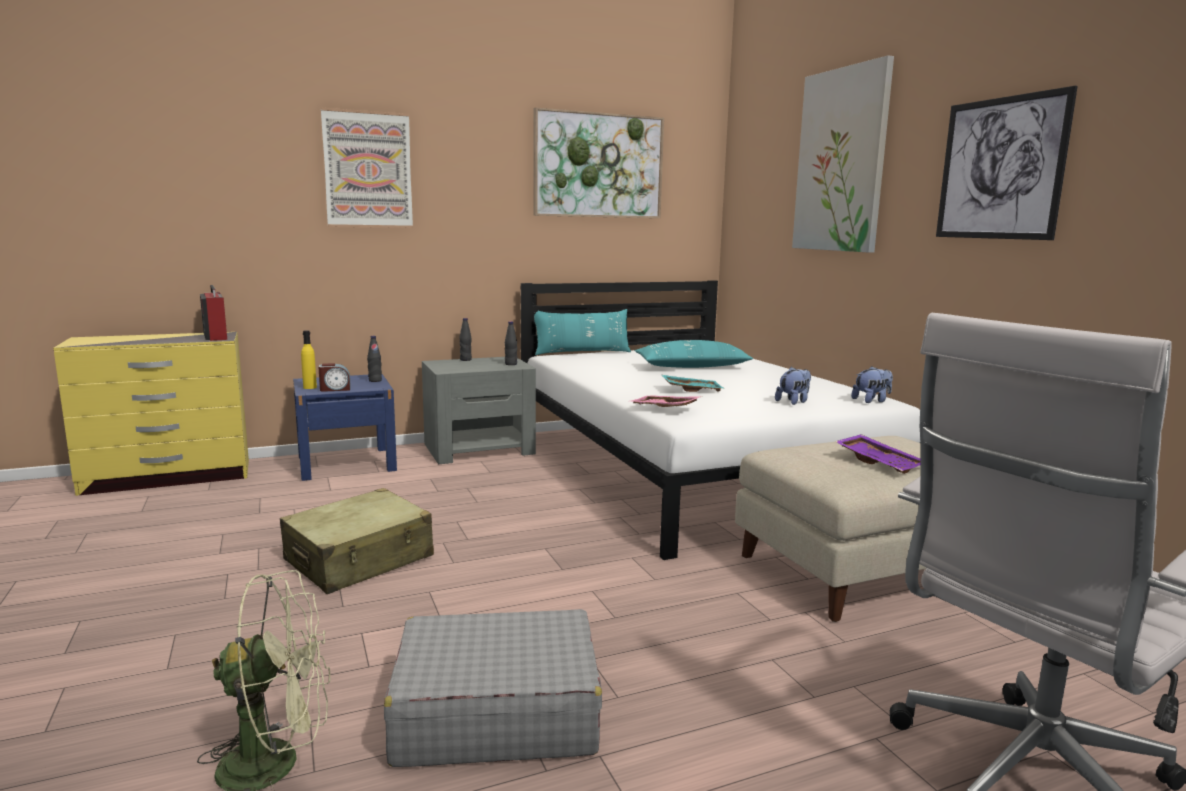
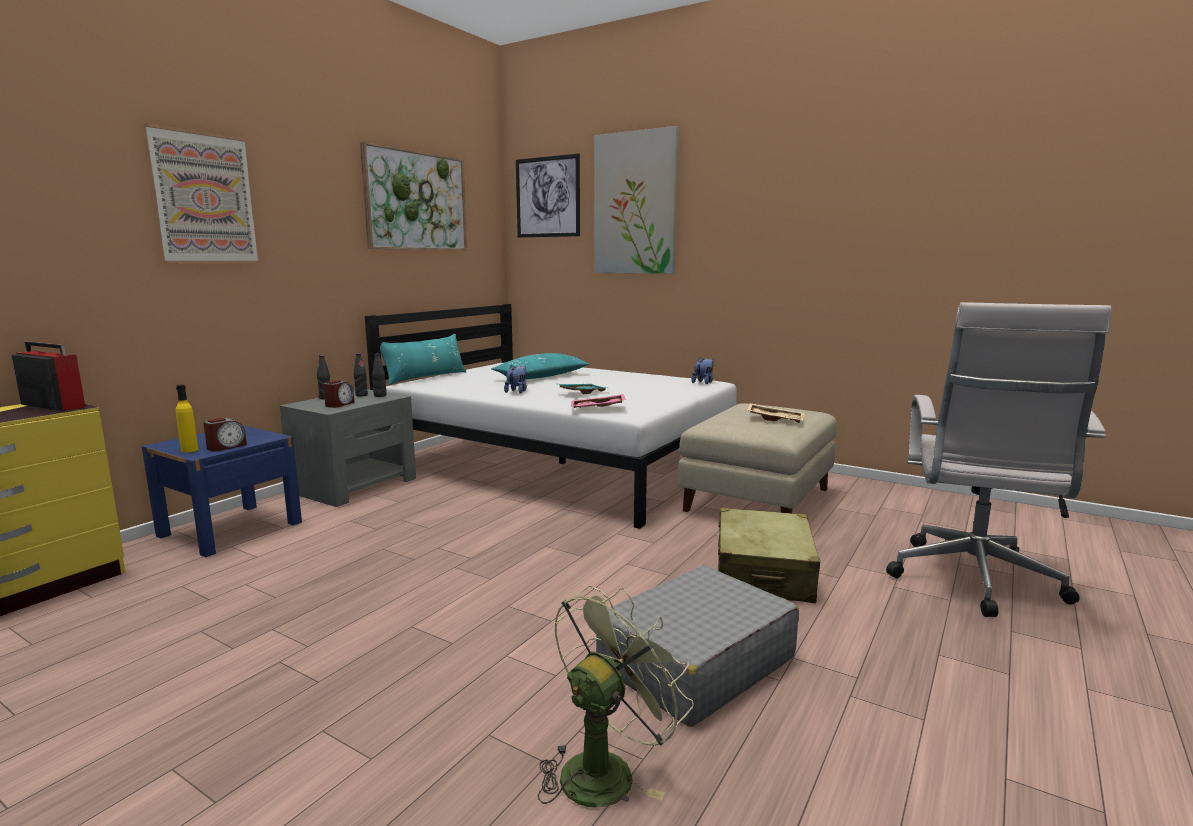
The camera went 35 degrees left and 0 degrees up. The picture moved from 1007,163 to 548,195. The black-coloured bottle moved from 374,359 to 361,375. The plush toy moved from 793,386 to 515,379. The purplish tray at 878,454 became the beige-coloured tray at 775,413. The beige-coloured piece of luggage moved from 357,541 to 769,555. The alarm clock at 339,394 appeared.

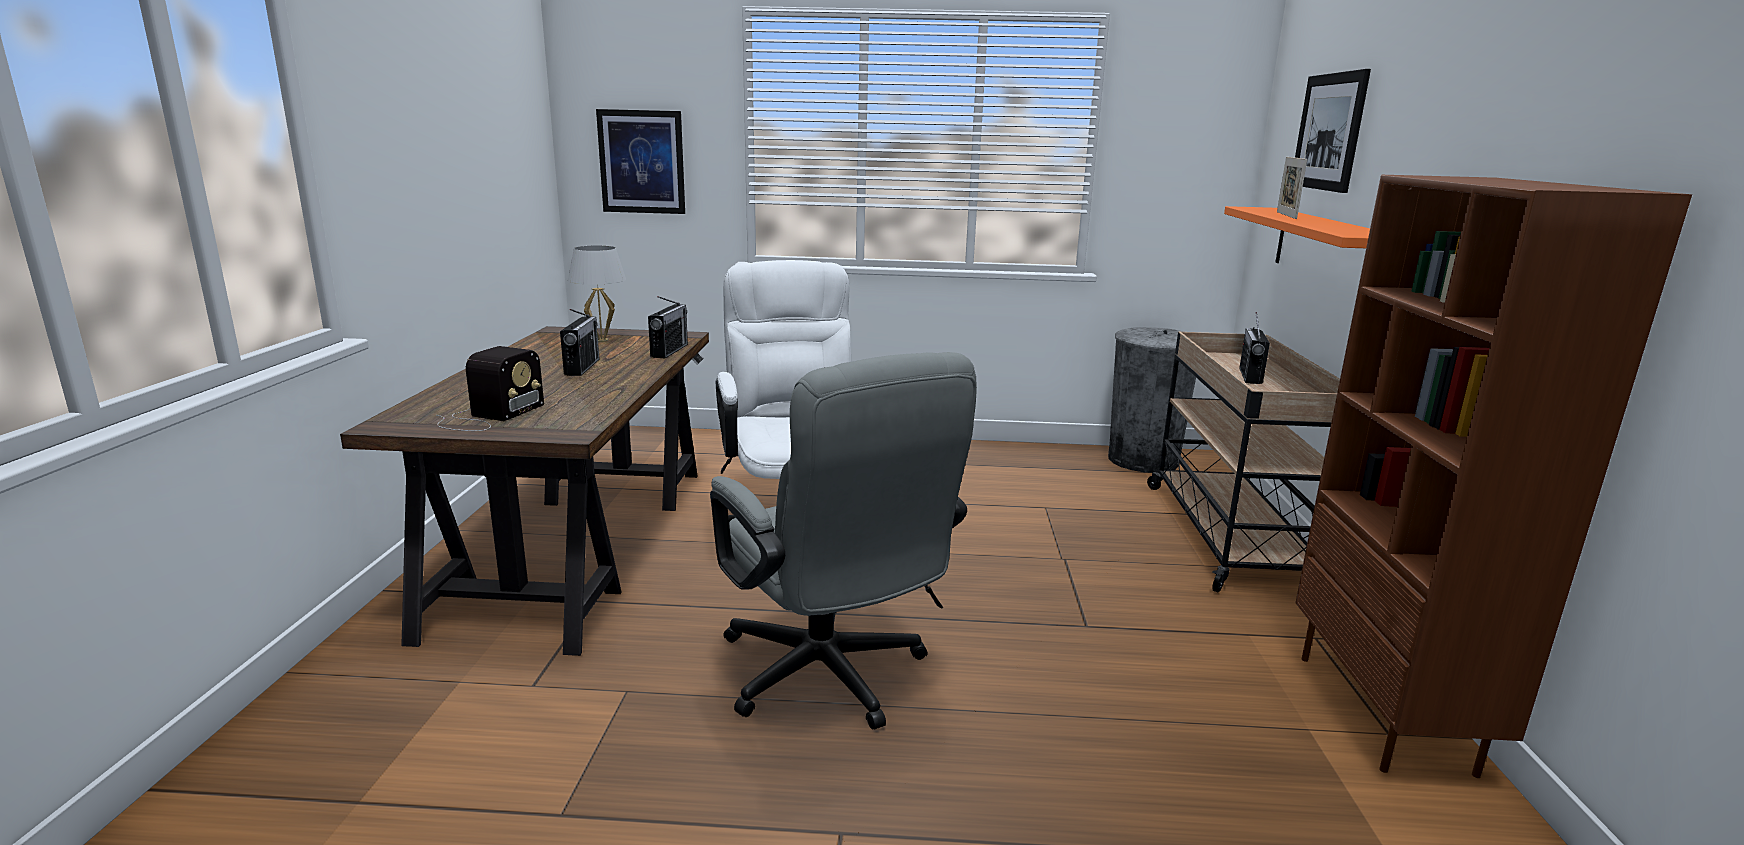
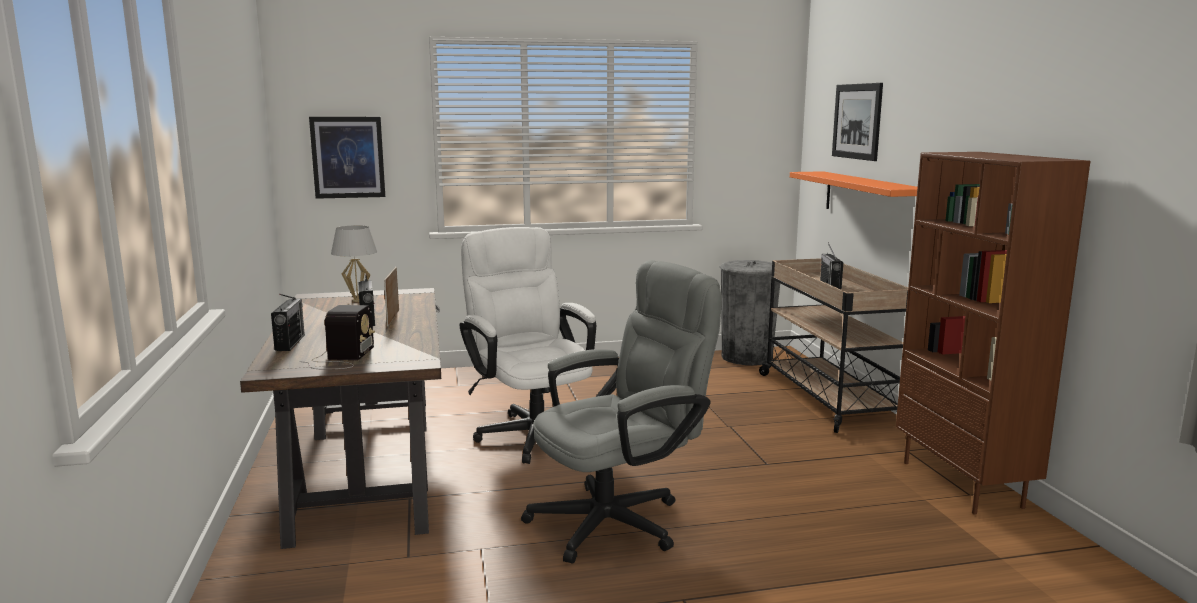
The camera went 15 degrees left and 5 degrees down. The standing frame moved from 1292,188 to 391,297. The radio set moved from 668,327 to 288,322. The grey office chair at 843,541 turned 75 degrees counterclockwise.

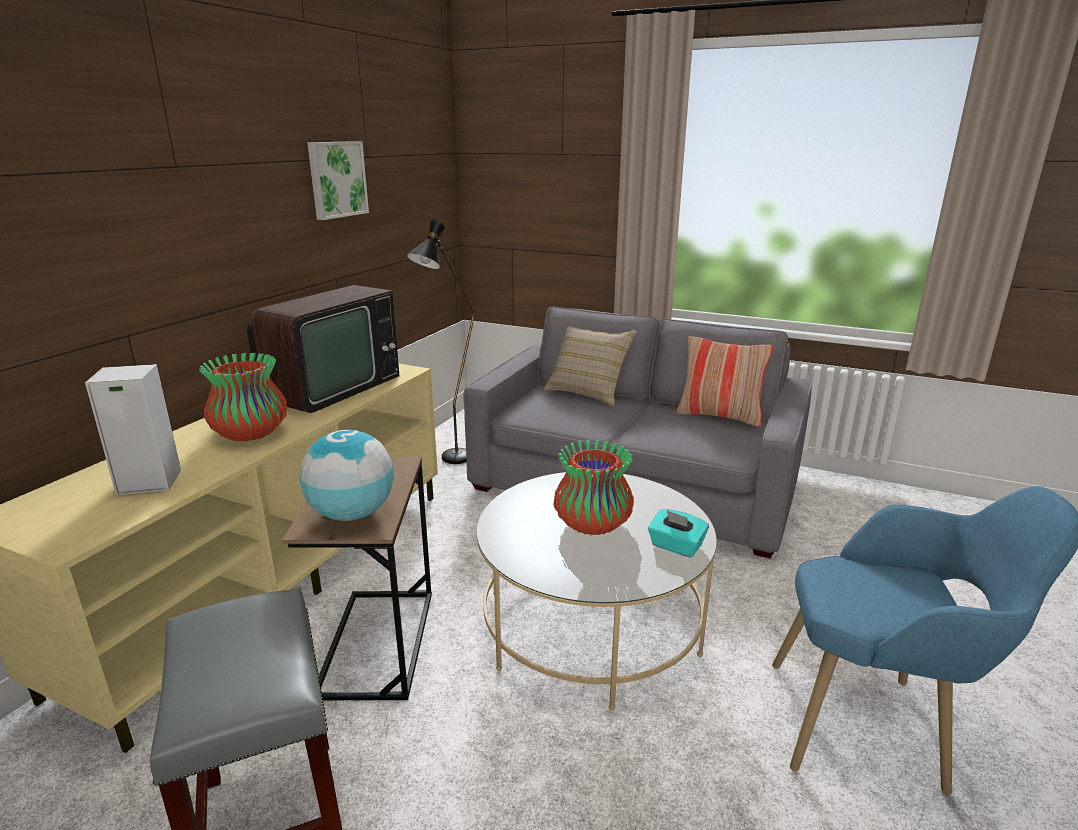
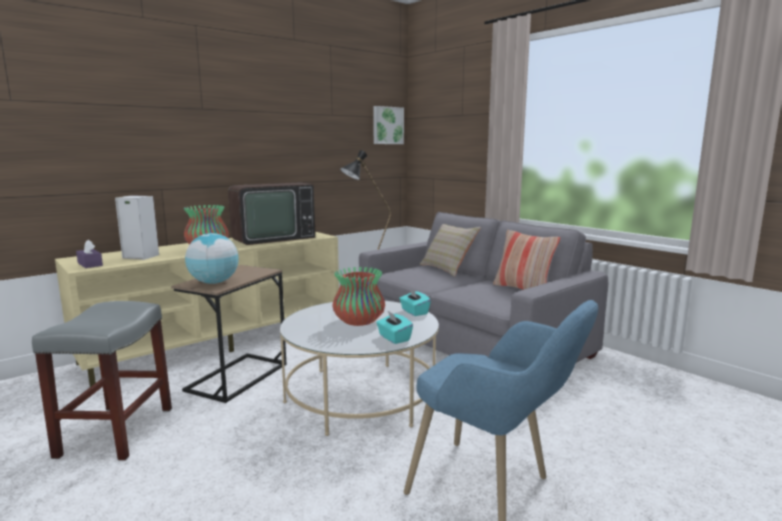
The camera went 25 degrees right and 10 degrees down. The picture moved from 338,180 to 388,125. The purplish box of tissues at 89,254 appeared. The turquoise-coloured box of tissues at 415,302 appeared.

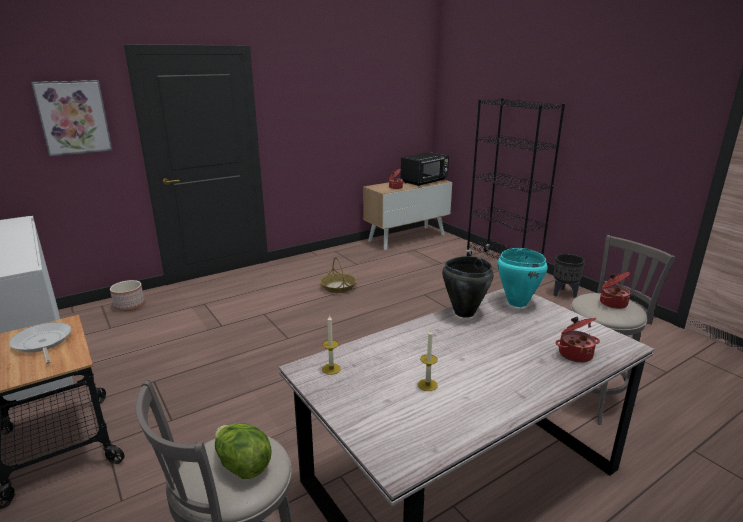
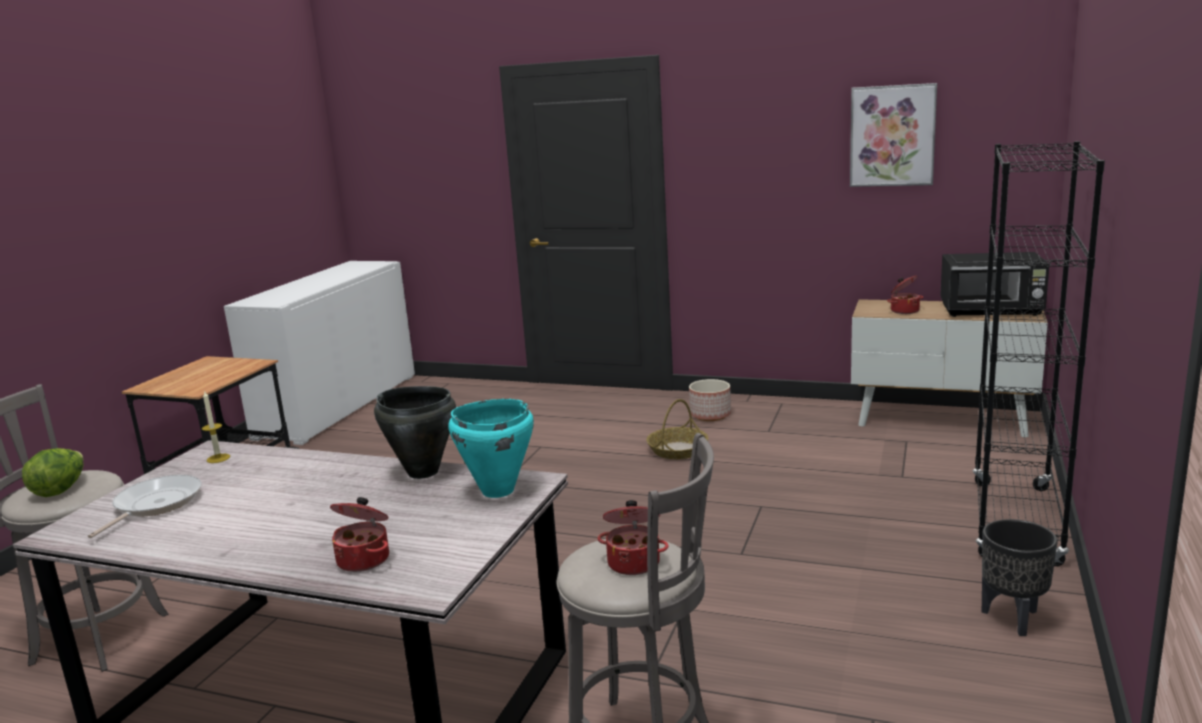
The camera went 55 degrees right and 5 degrees down. The picture moved from 72,118 to 893,135. The plant pot moved from 127,295 to 710,400. The skillet moved from 40,343 to 144,506. The candle at 428,360 disappeared.

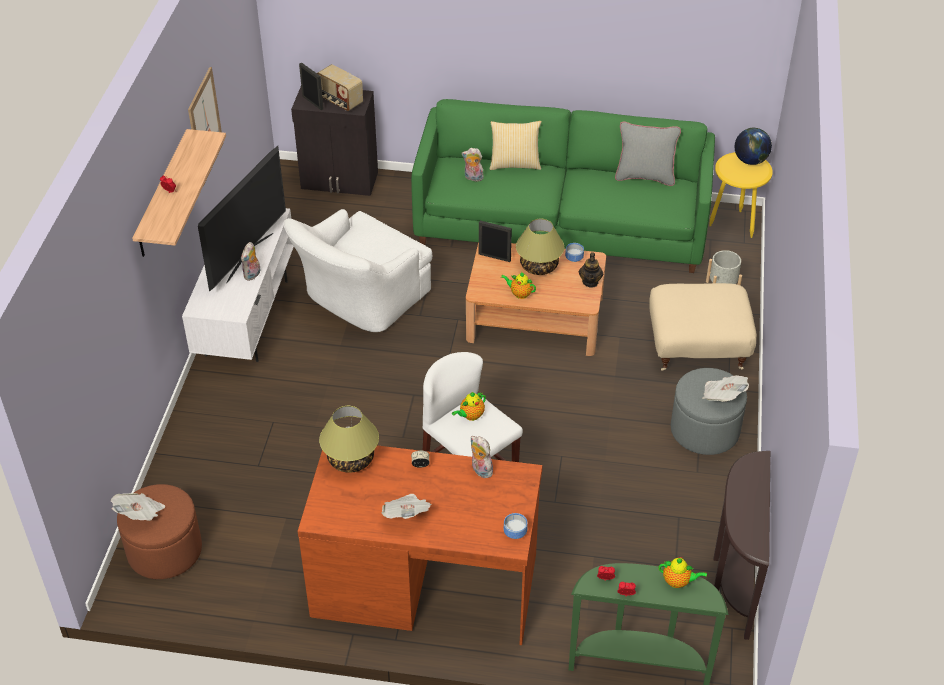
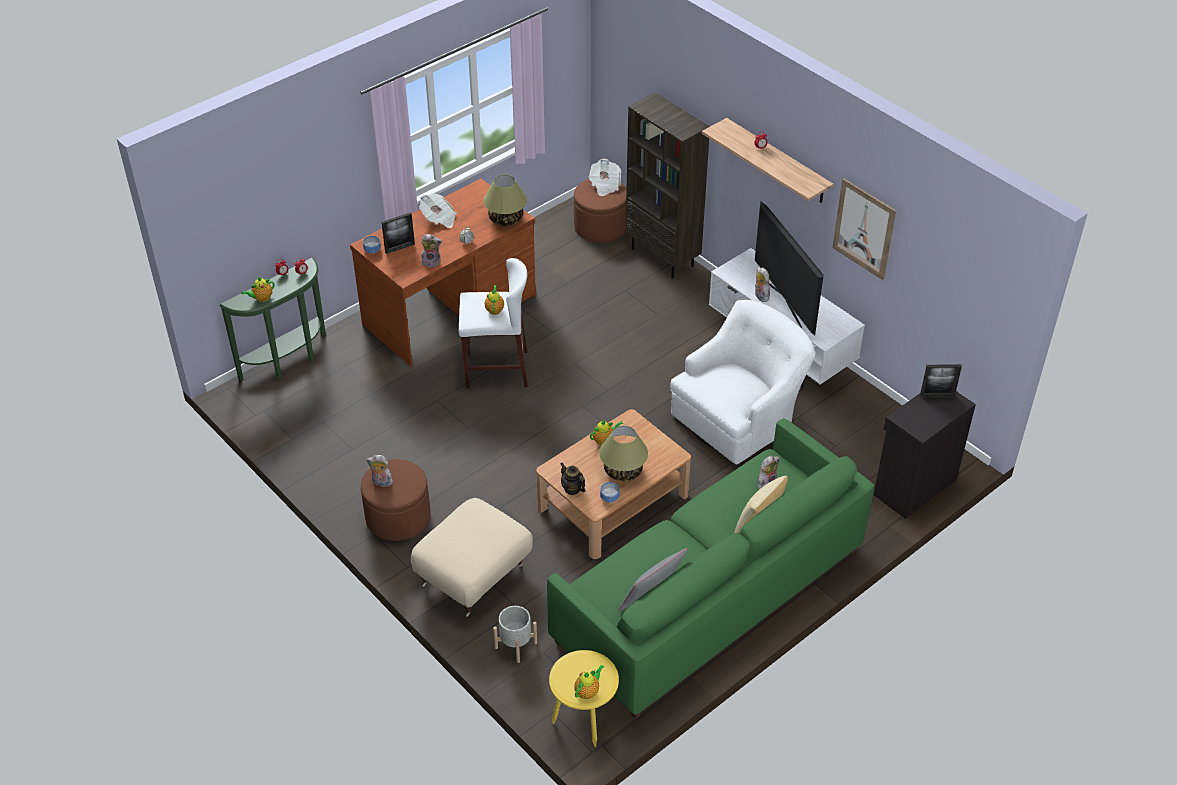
The camera went 130 degrees right and 0 degrees up. The radio set at 340,87 disappeared. The desk globe at 753,146 was replaced by the pot for tea at 589,681. The white armchair at 357,270 turned 60 degrees clockwise. The standing frame moved from 495,241 to 398,233. The grey footrest at 709,411 became the brownish footrest at 395,500. The newspaper at 725,388 was replaced by the plush toy at 379,471. The brownish narrow table at 741,545 disappeared. The brownish bookcase at 668,185 appeared.

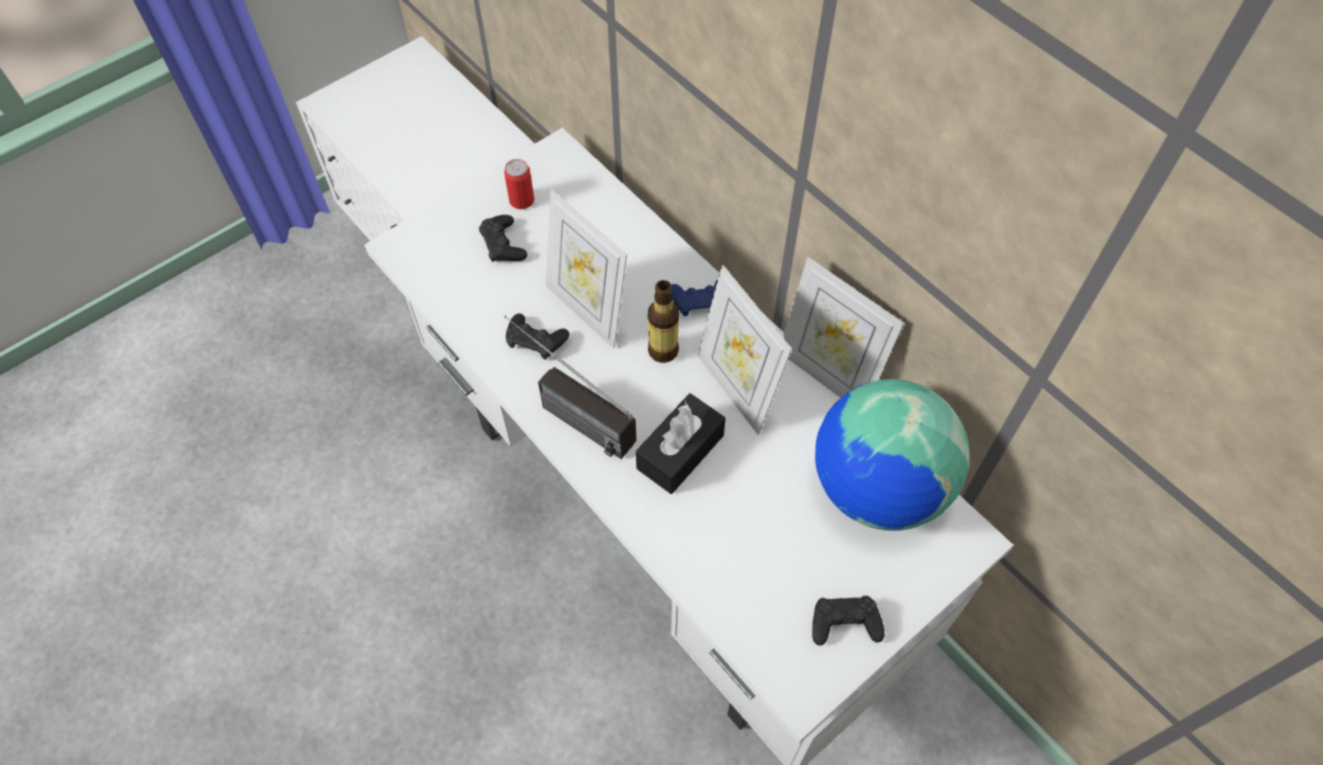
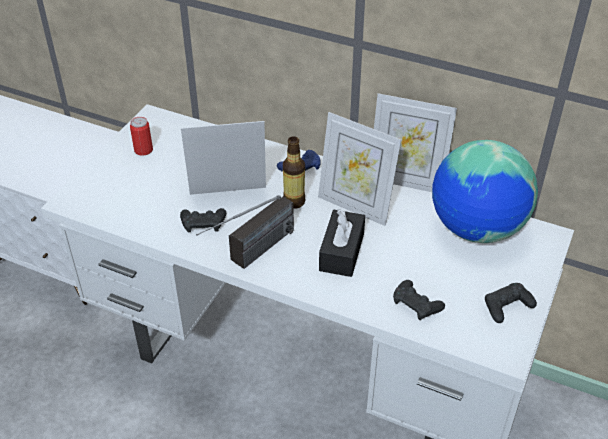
The camera went 25 degrees left and 15 degrees down. The standing frame at 586,269 turned 150 degrees clockwise. The black-coloured gamepad moved from 503,238 to 419,300. The radio set at 570,387 turned 60 degrees counterclockwise.

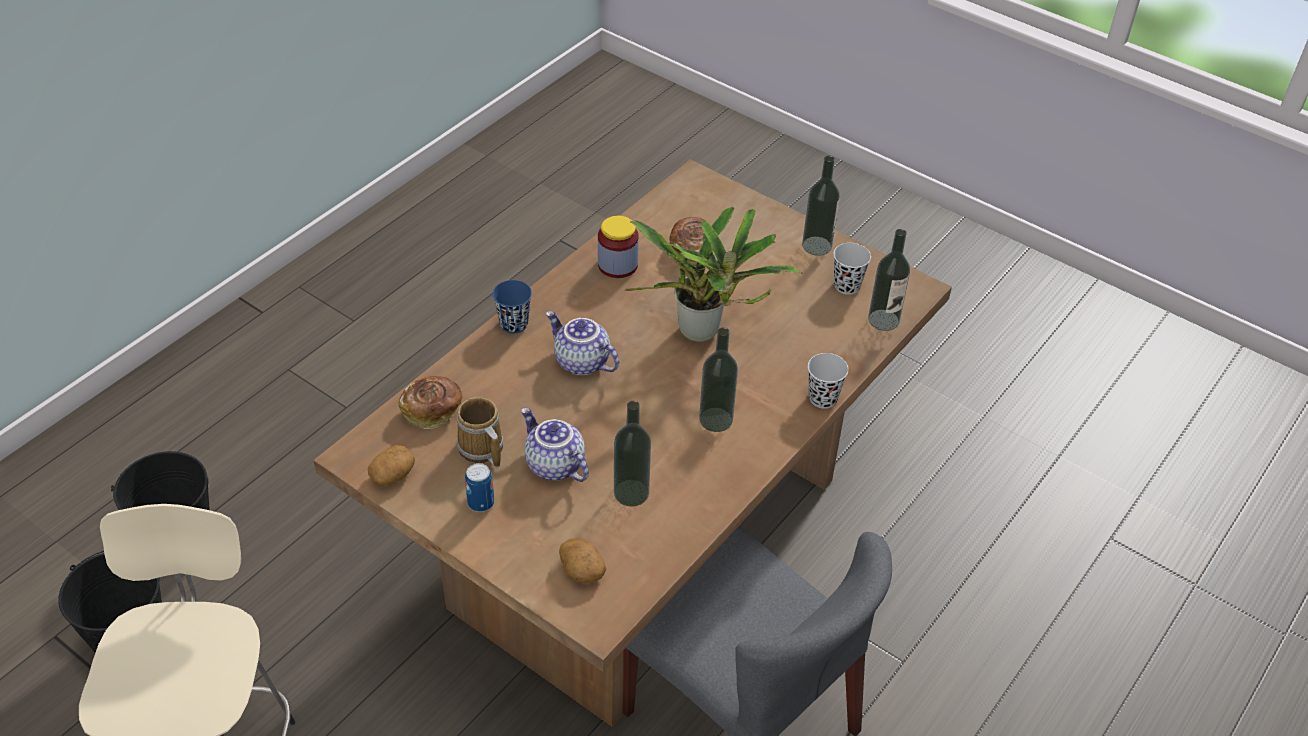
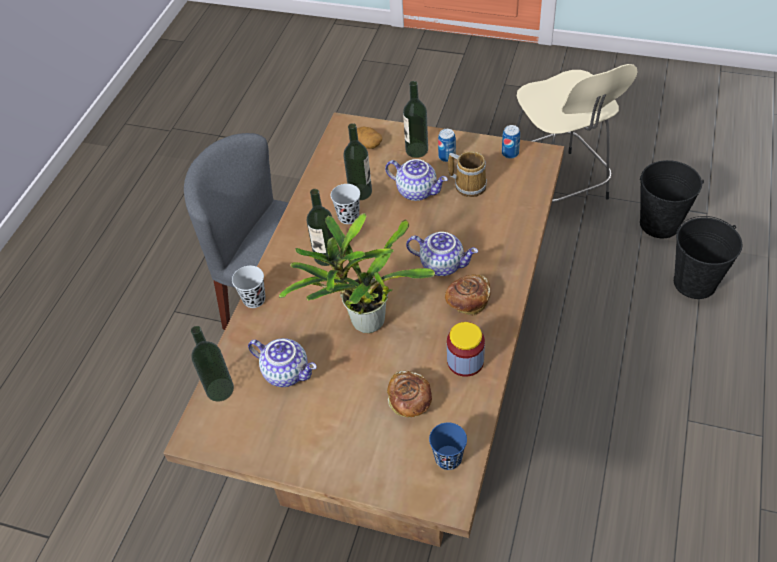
The camera went 165 degrees right and 5 degrees up. The bottle moved from 821,206 to 415,119. The black-coloured cup moved from 852,269 to 345,204. The blue-coloured cup moved from 512,307 to 448,446. The bread moved from 430,402 to 467,295. The whole potato at 391,465 was replaced by the can at 511,142. The pot for tea at 282,362 appeared.

